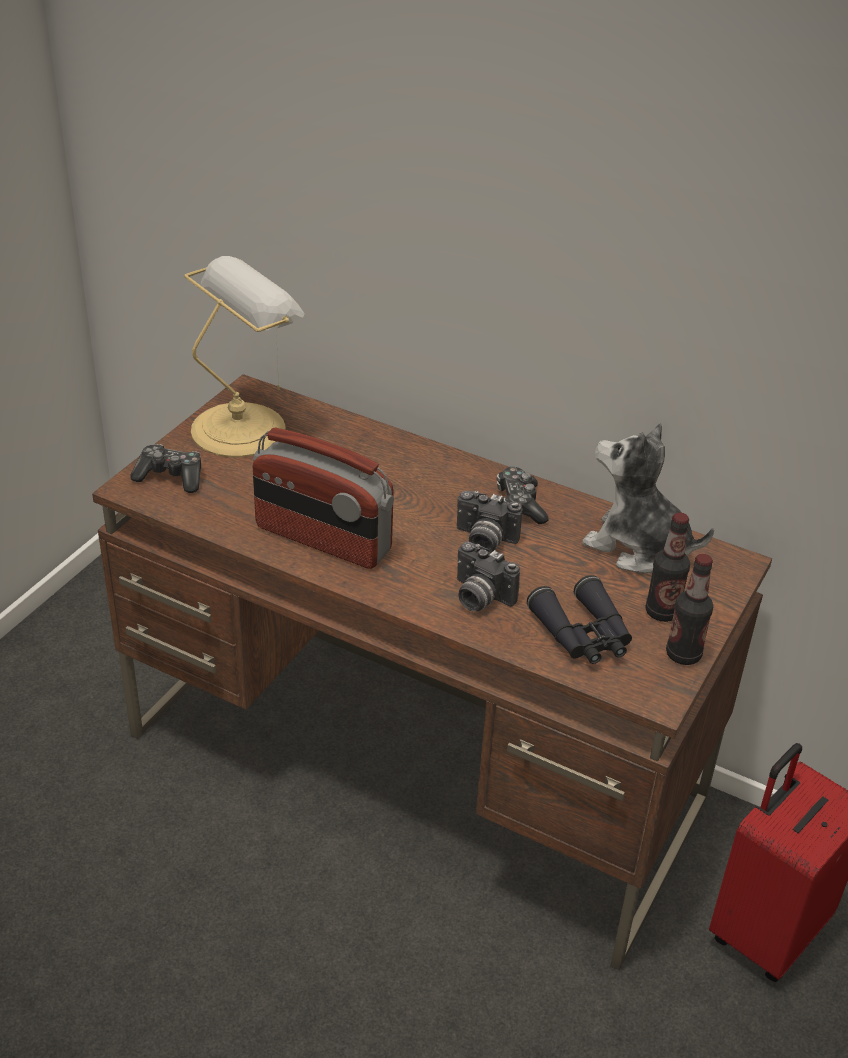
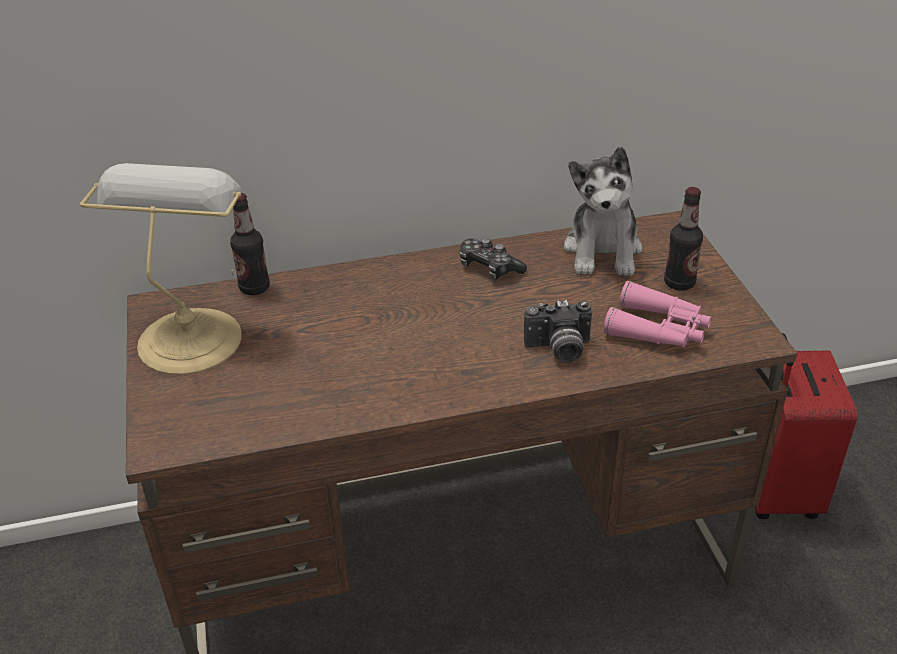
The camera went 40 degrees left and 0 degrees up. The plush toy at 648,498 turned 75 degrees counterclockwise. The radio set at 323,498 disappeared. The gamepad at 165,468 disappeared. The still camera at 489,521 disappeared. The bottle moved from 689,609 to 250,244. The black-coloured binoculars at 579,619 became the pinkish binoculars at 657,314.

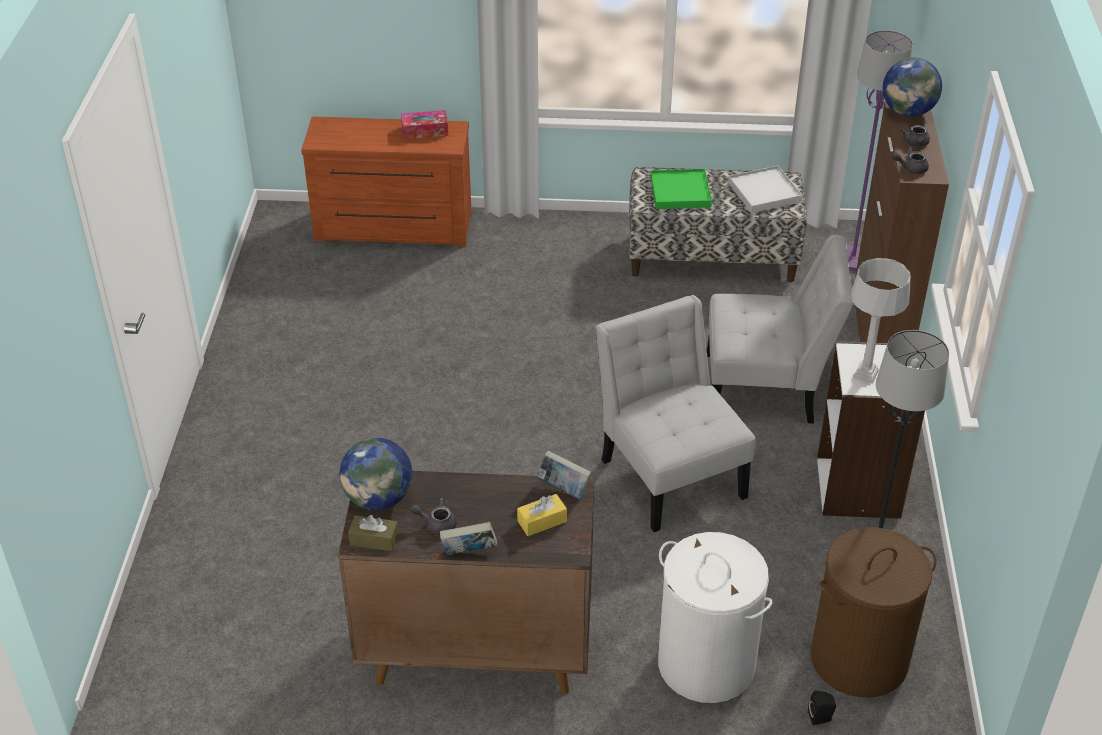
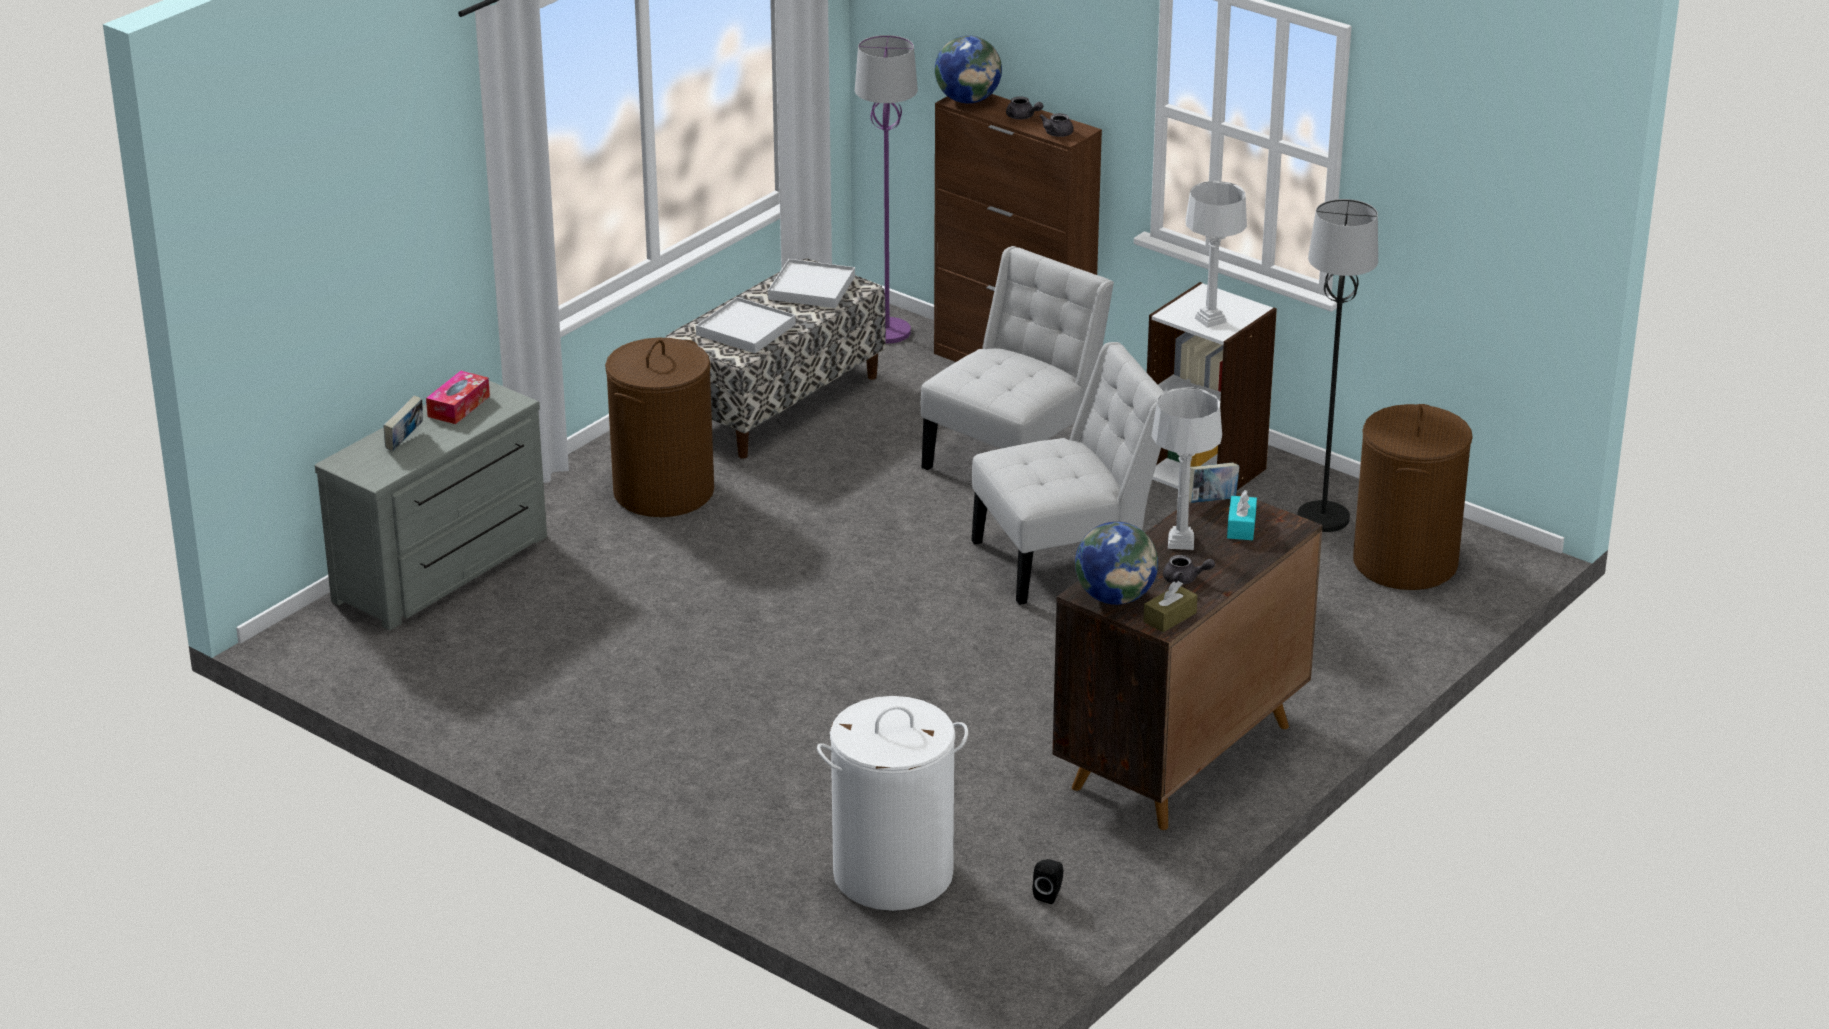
The camera went 55 degrees left and 10 degrees down. The brownish drawer chest at 386,181 became the grey drawer chest at 431,505. The green-coloured tray at 681,189 became the white tray at 746,325. The white chair at 675,413 turned 150 degrees clockwise. The yellow box of tissues at 542,515 became the turquoise-coloured box of tissues at 1242,515. The grey pot for tea at 433,516 turned 120 degrees counterclockwise. The bound book moved from 468,538 to 403,423. The white laundry basket moved from 715,617 to 892,803. The black-coloured loudspeaker moved from 822,708 to 1048,881. The brownish laundry basket at 659,427 appeared. The grey lamp for a table at 1186,469 appeared.

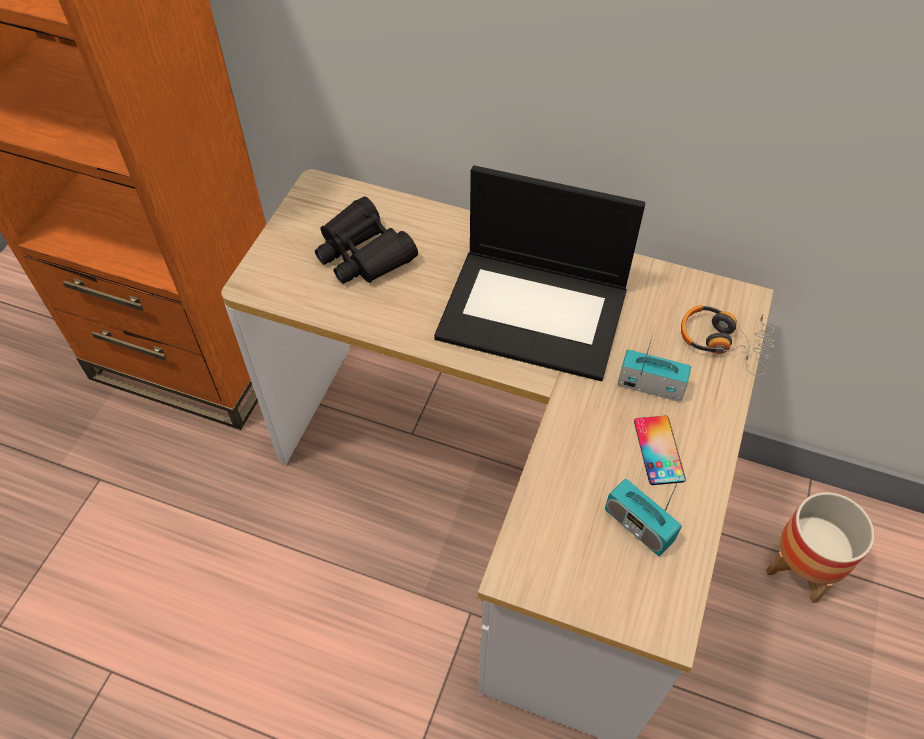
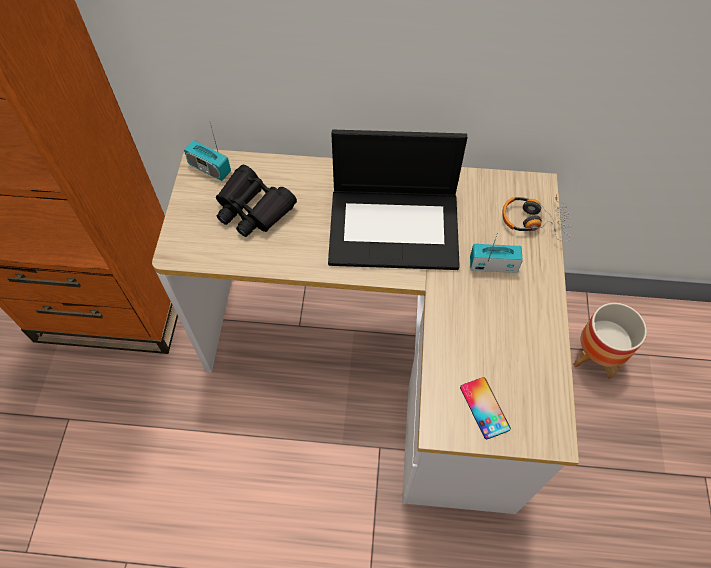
The camera went 15 degrees left and 5 degrees up. The telephone moved from 660,450 to 485,408. The radio set moved from 643,516 to 207,150.

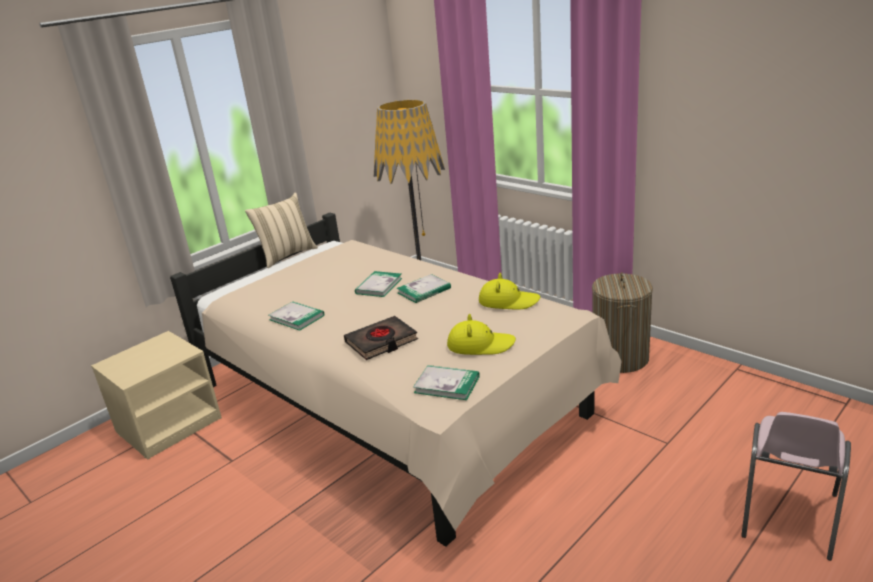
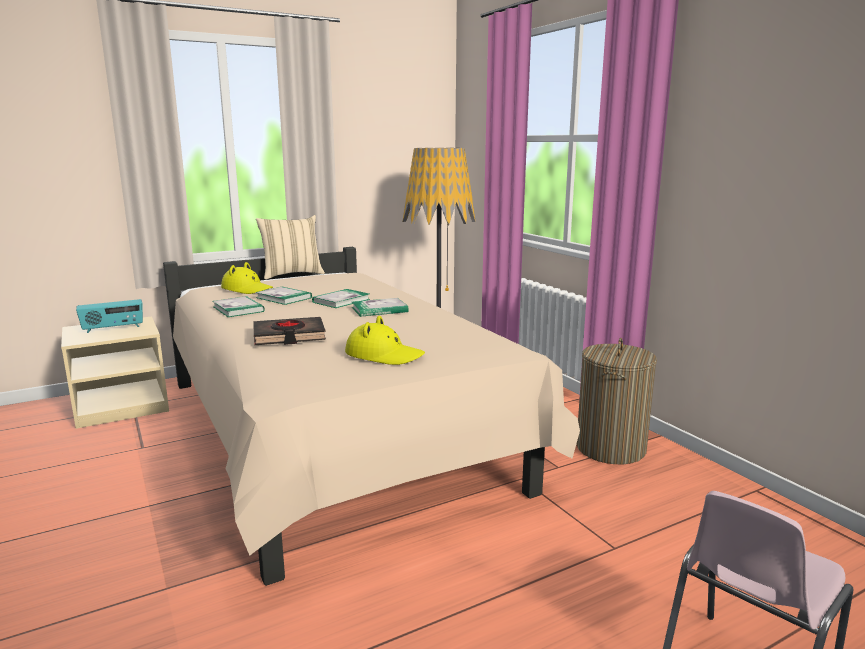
The camera went 15 degrees right and 10 degrees down. The yellow clothing hat moved from 509,291 to 247,278. The bound book moved from 446,382 to 283,296. The radio set at 109,316 appeared.

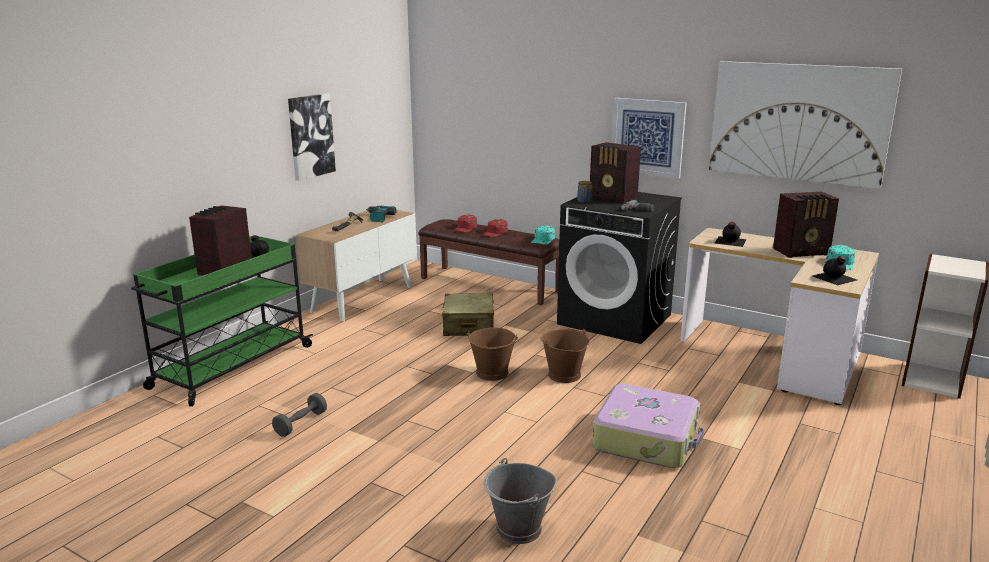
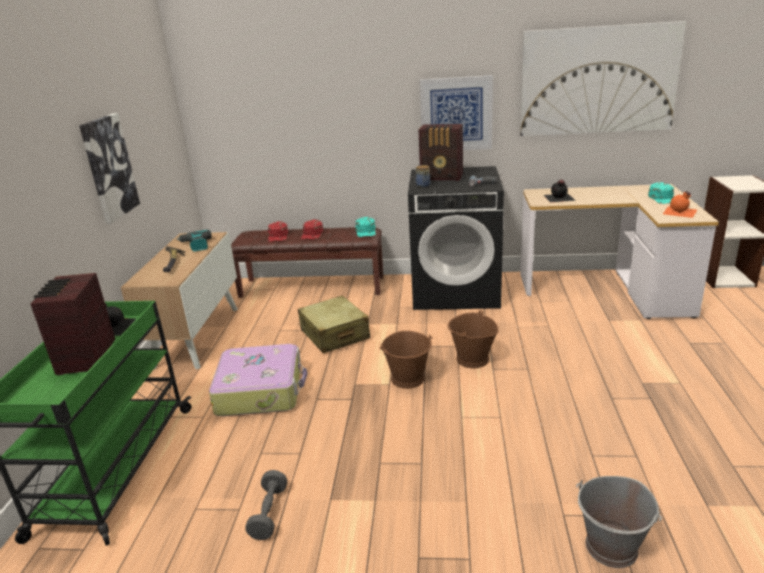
The camera went 25 degrees left and 5 degrees up. The radio set at 806,225 disappeared. The black-coloured bottle at 834,270 became the orange bottle at 680,204. The piece of luggage moved from 648,426 to 258,380.

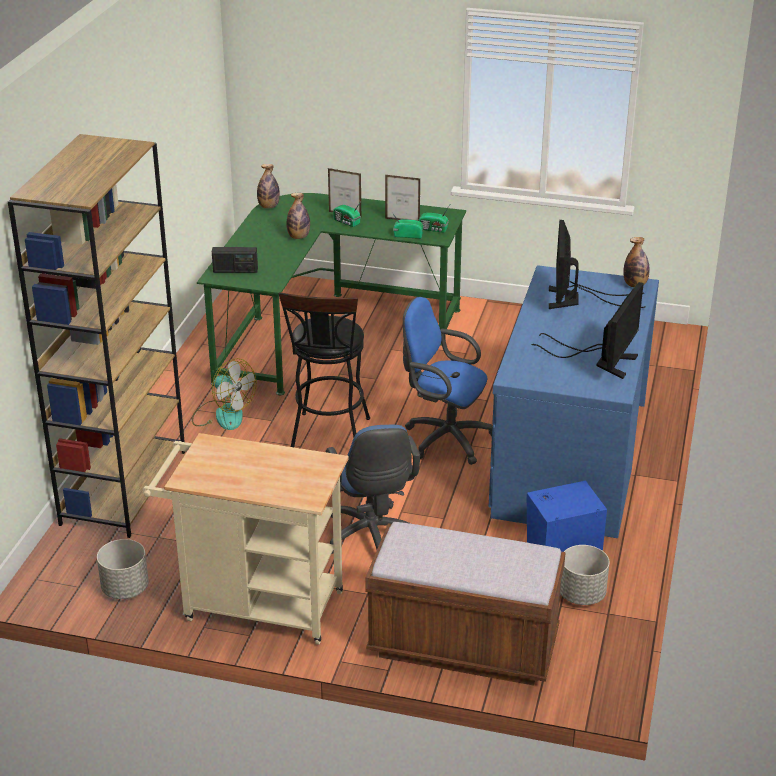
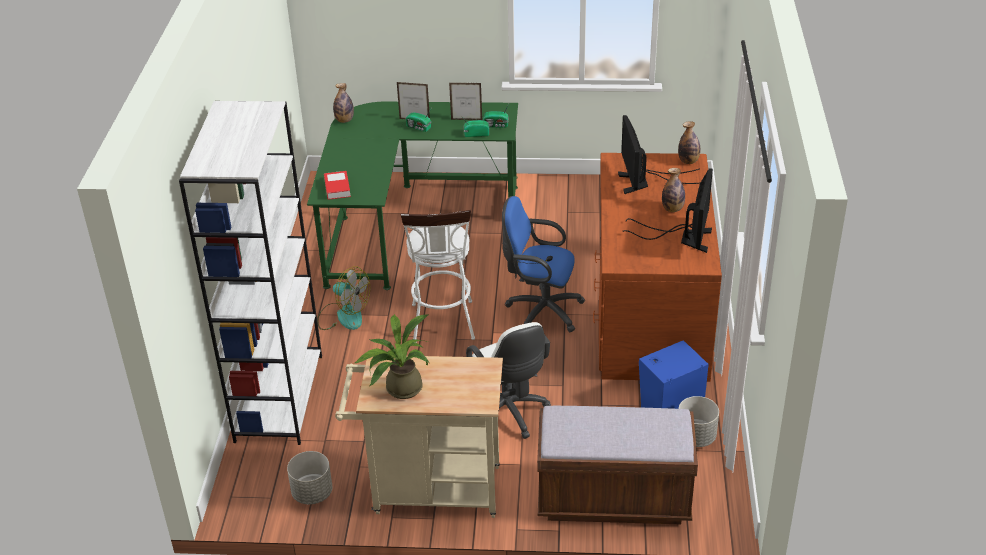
The camera went 10 degrees left and 5 degrees up. The brownish bookcase at 96,336 became the white bookcase at 250,273. The bottle moved from 298,216 to 673,190. The radio set at 235,260 was replaced by the bound book at 337,185. The blue-coloured desk table at 574,401 became the brownish desk table at 657,267. The black-coloured stool seat at 324,369 became the white stool seat at 438,276. The blue-coloured office chair at 373,489 became the white office chair at 508,380. The plant in a pot at 392,356 appeared.

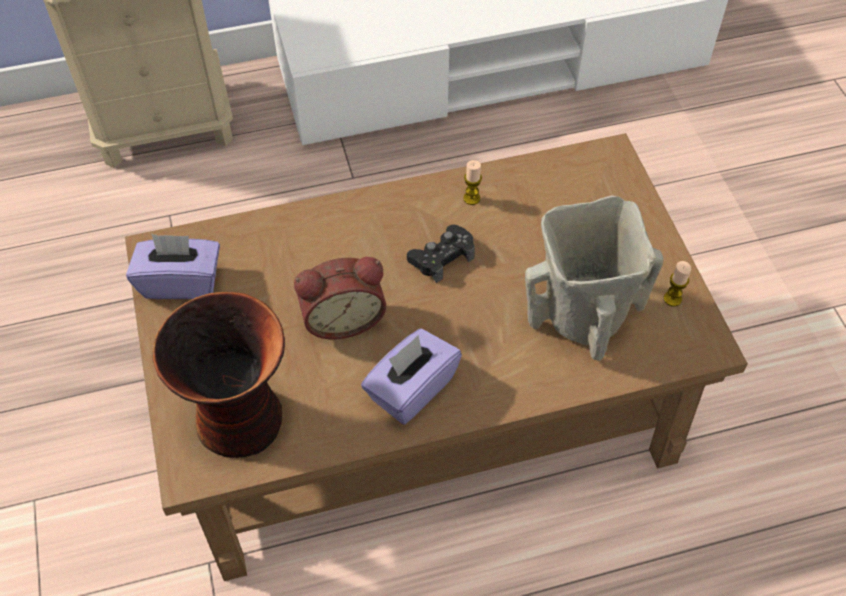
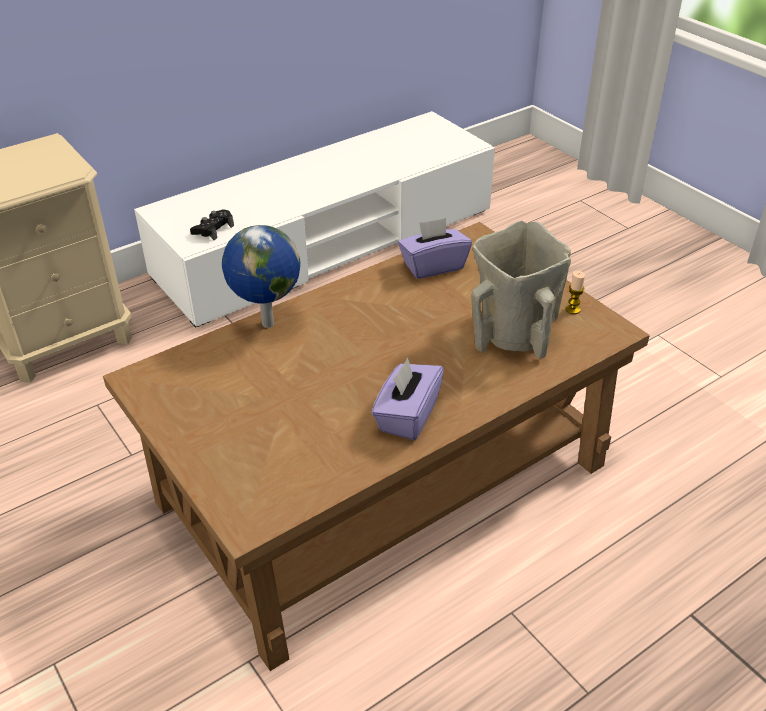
The camera went 20 degrees left and 15 degrees down. The candle at 472,182 disappeared. The black-coloured gamepad moved from 441,253 to 212,224. The purplish box of tissues moved from 173,266 to 435,248. The alarm clock at 340,298 disappeared. The decorative vase at 219,375 disappeared. The desk globe at 261,276 appeared.

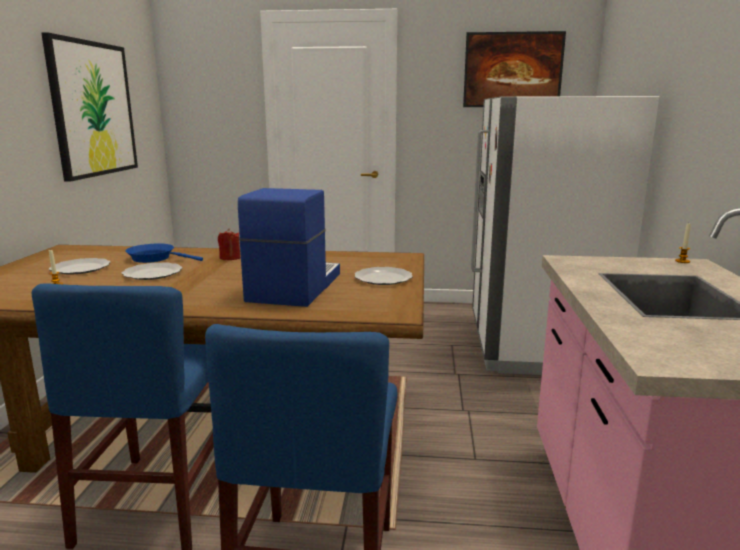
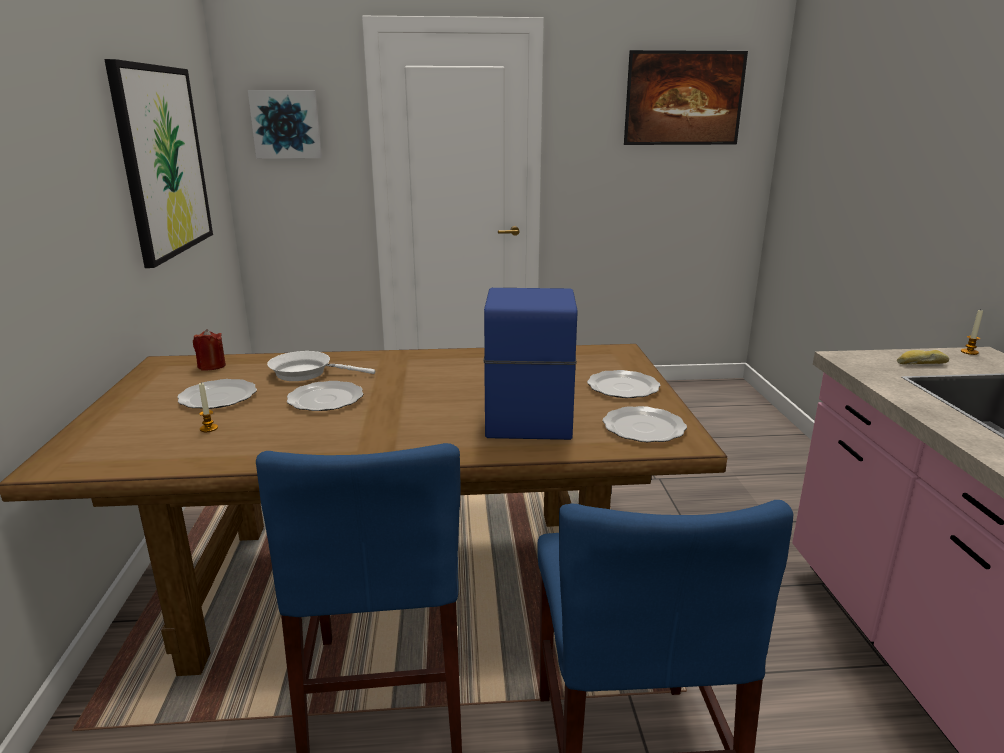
The camera went 10 degrees left and 5 degrees up. The white kitchen fridge at 565,235 disappeared. The red-coloured candle moved from 229,244 to 209,350. The blue-coloured skillet at 164,253 became the white skillet at 321,366. The picture at 285,124 appeared. The bread at 923,357 appeared. The flat dish at 645,424 appeared.

